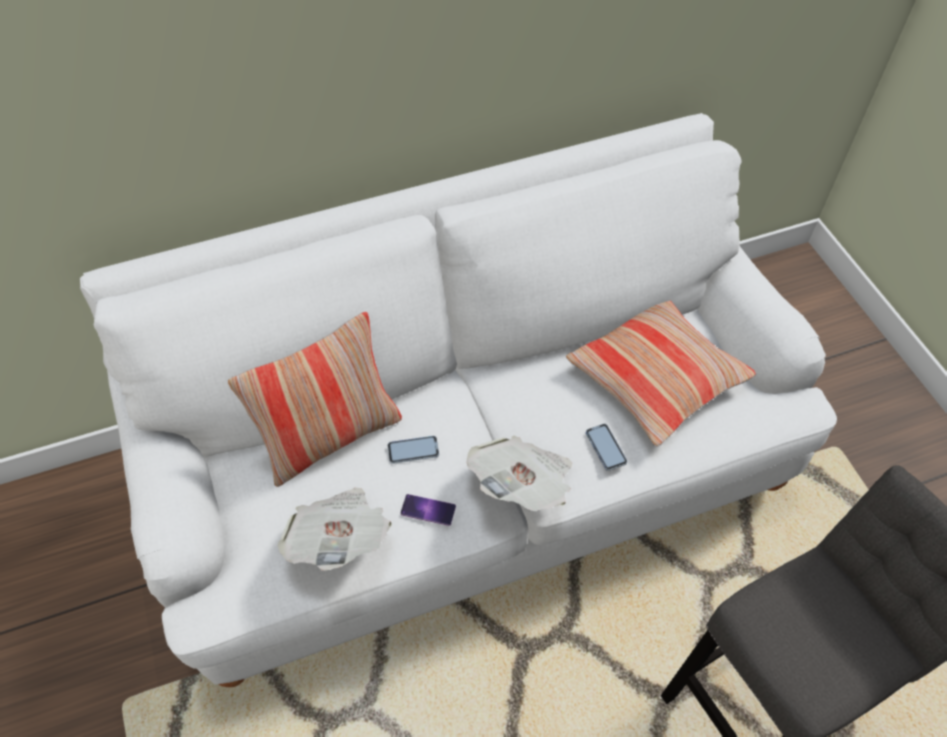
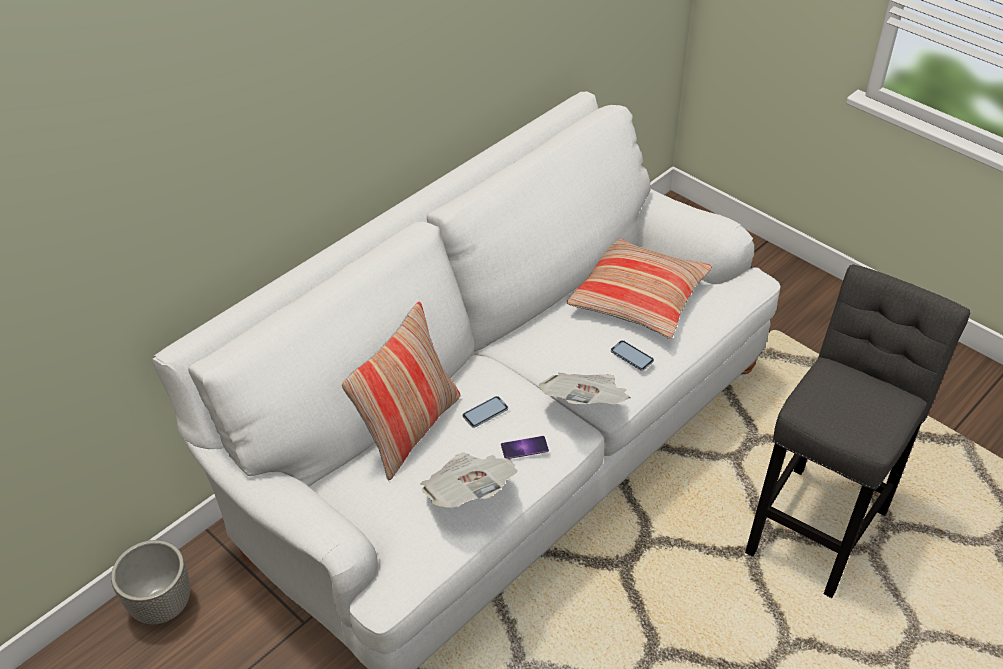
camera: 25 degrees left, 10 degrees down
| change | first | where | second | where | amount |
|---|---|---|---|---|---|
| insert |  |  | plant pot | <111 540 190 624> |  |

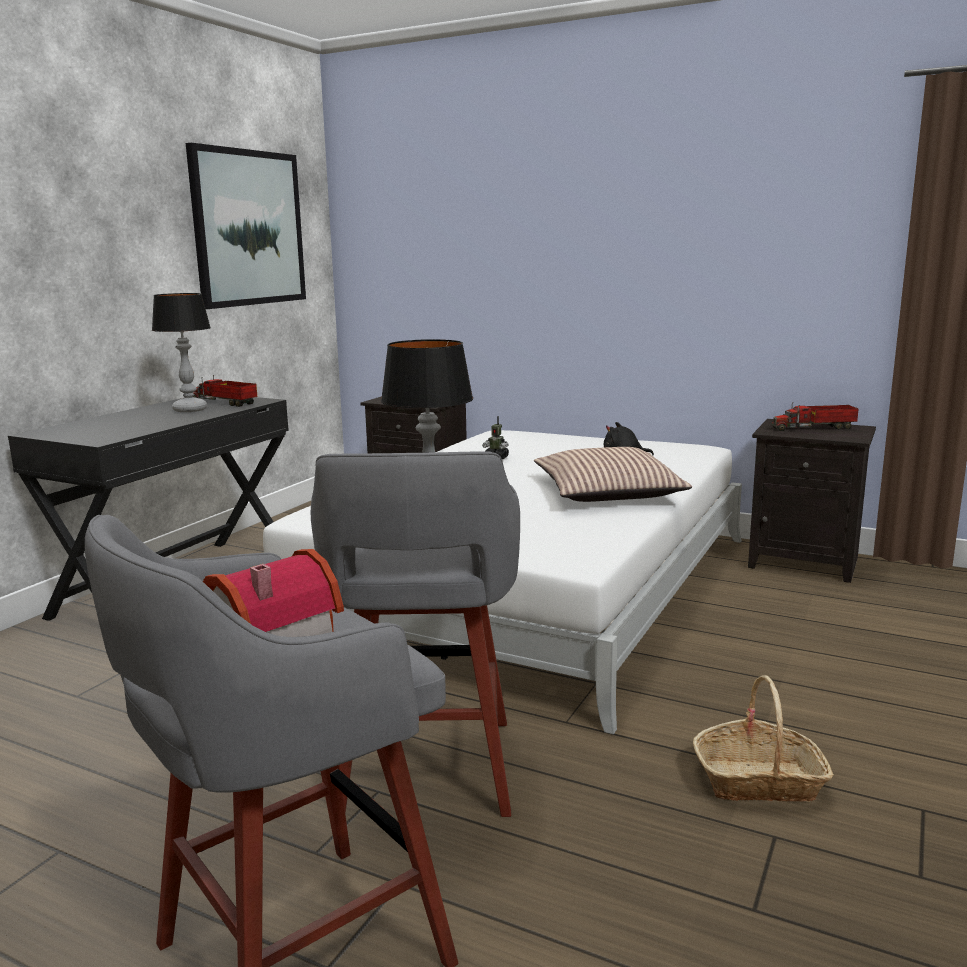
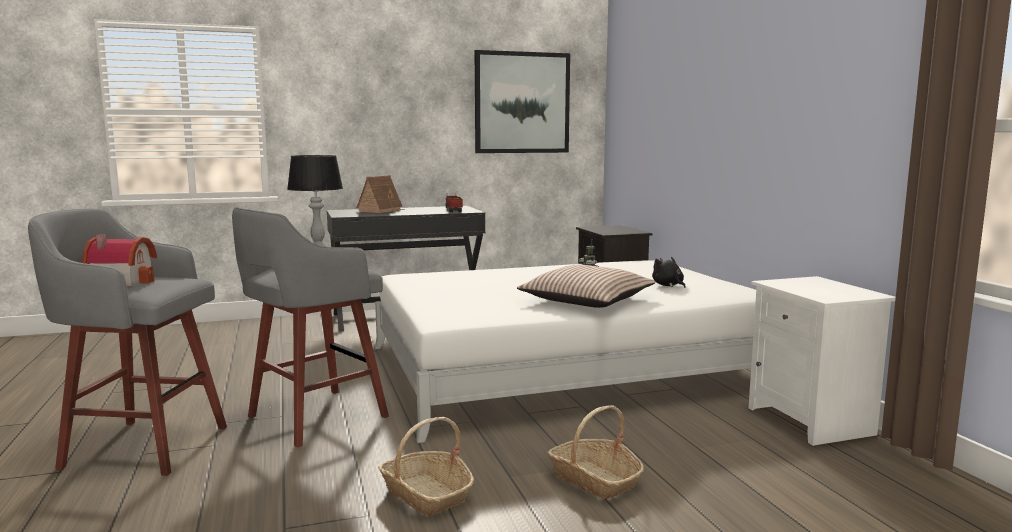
camera: 45 degrees right, 5 degrees down
| change | first | where | second | where | amount |
|---|---|---|---|---|---|
| delete | lamp for a table | <152 293 211 412> |  |  |  |
| recolor | bedside table/black-coloured | <748 419 876 583> | bedside table/white | <749 276 896 446> |  |
| delete | model truck | <771 403 859 431> |  |  |  |
| insert |  |  | miniature house | <357 175 405 213> |  |
| insert |  |  | household basket | <548 405 644 499> |  |

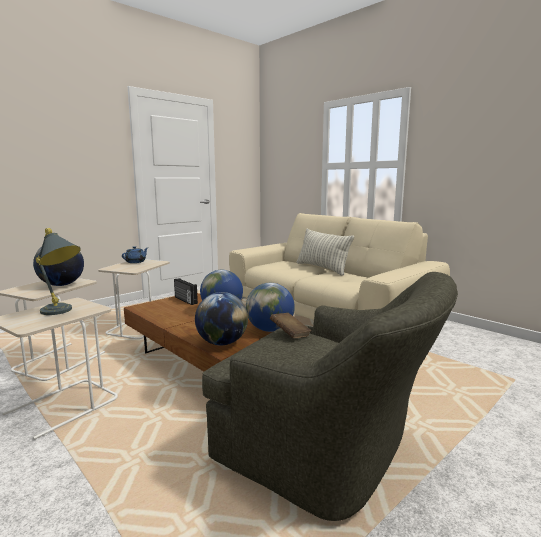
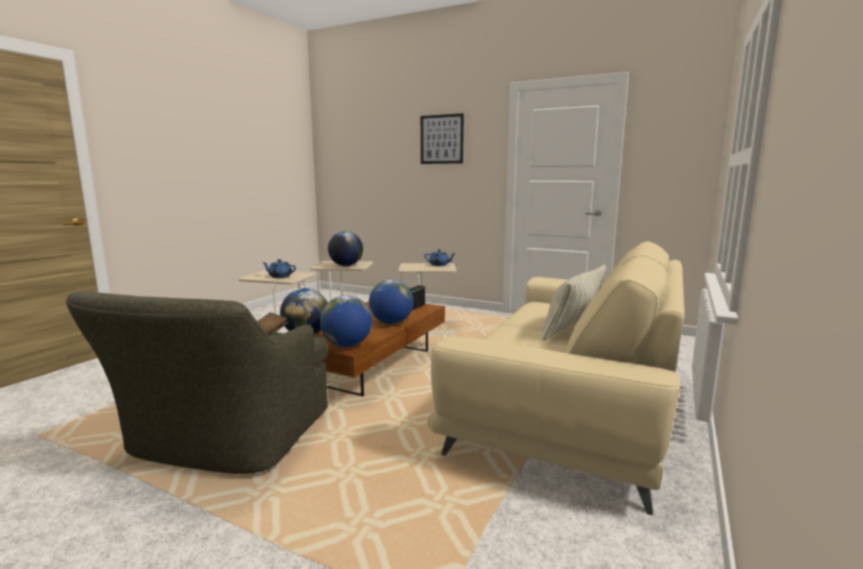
camera: 70 degrees right, 0 degrees up
| change | first | where | second | where | amount |
|---|---|---|---|---|---|
| replace | lamp for a table/grey | <36 228 81 315> | tea pot/blue | <262 259 296 278> |  |
| insert |  |  | wall picture | <421 113 464 164> |  |

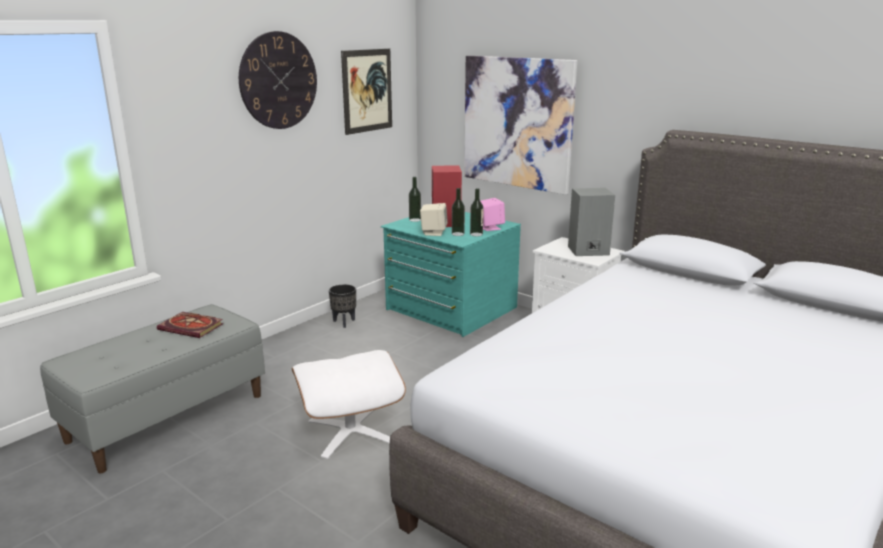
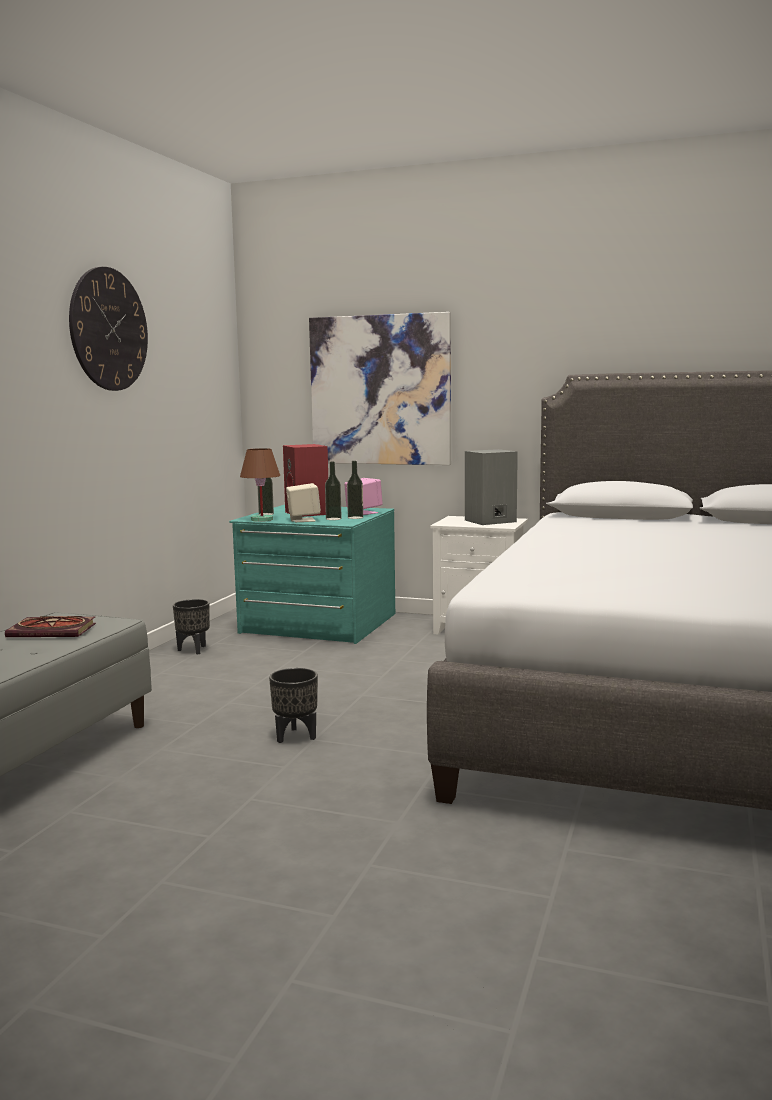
camera: 20 degrees left, 10 degrees down
| change | first | where | second | where | amount |
|---|---|---|---|---|---|
| replace | footrest/white | <292 350 406 459> | plant pot/black-coloured | <269 668 318 743> |  |
| delete | wall picture | <341 49 392 135> |  |  |  |
| insert |  |  | lamp for a table/brown-coloured | <240 448 280 522> |  |

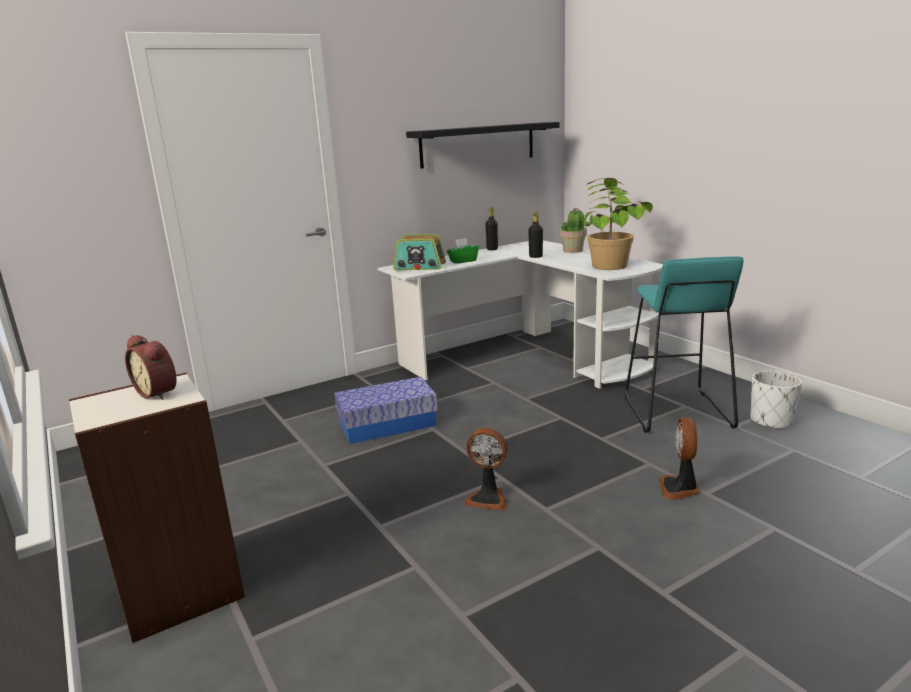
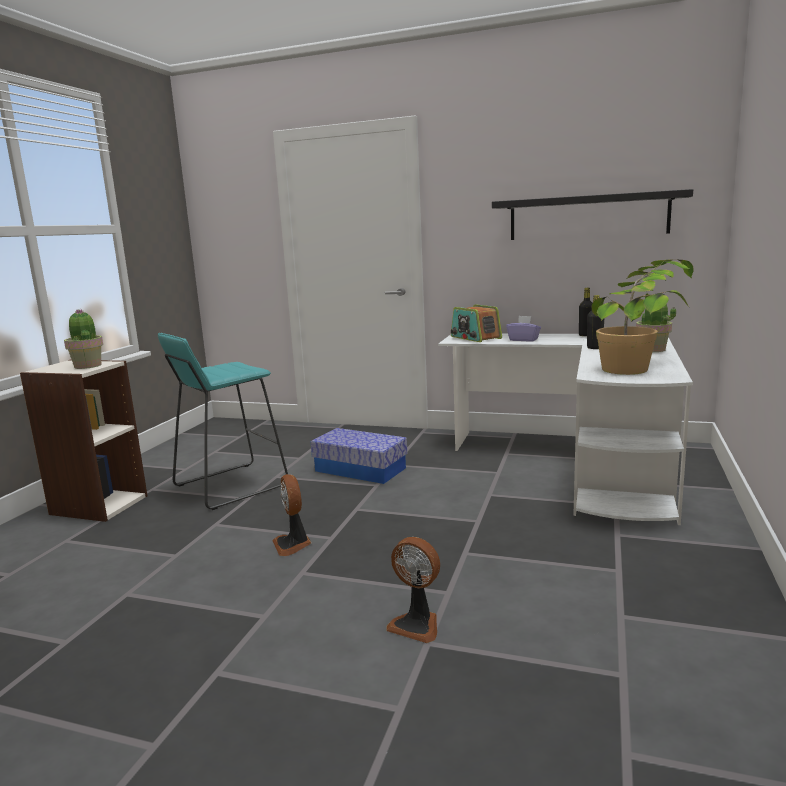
camera: 50 degrees right, 5 degrees down
| change | first | where | second | where | amount |
|---|---|---|---|---|---|
| replace | table clock | <125 335 176 400> | houseplant | <64 309 103 369> |  |
| recolor | tissue box/green | <447 238 479 264> | tissue box/purplish | <506 316 541 342> |  |
| move | sitting stool/blue-green | <625 256 743 433> |  | <158 333 288 510> |  |
| rotate | electric fan | <659 417 700 500> |  | <386 537 440 643> | 120 degrees counterclockwise |
| delete | plant pot/white | <751 370 802 430> |  |  |  |

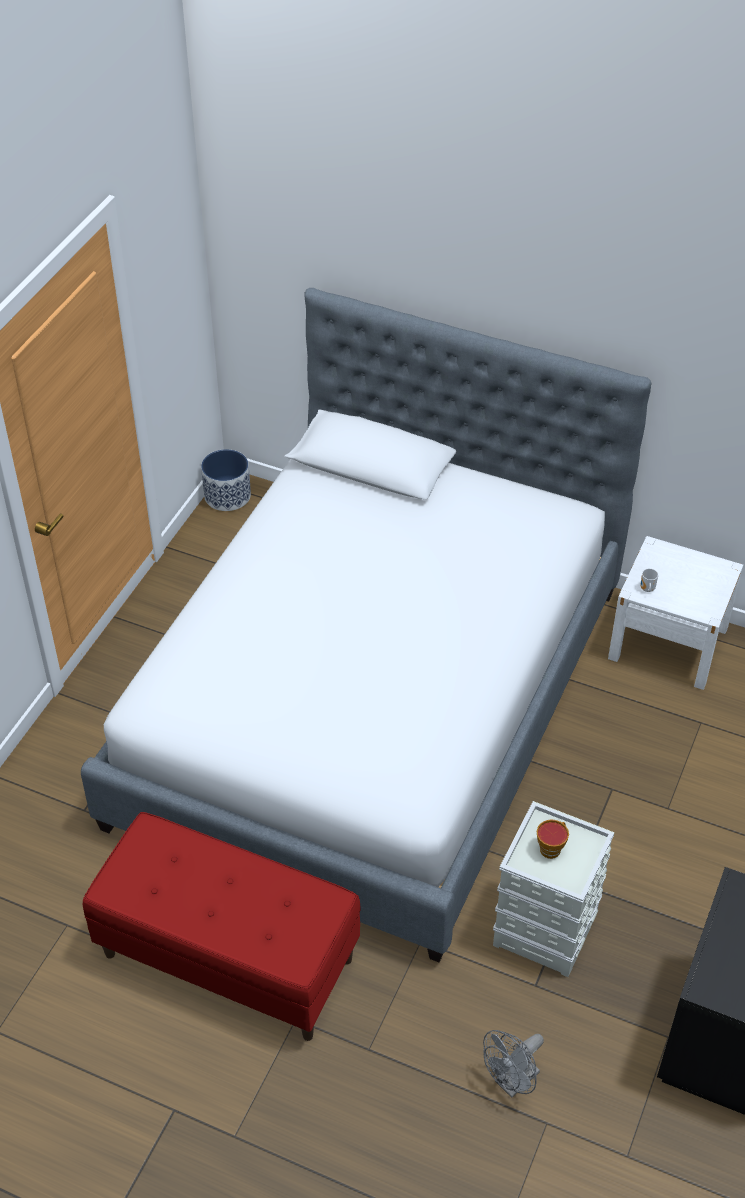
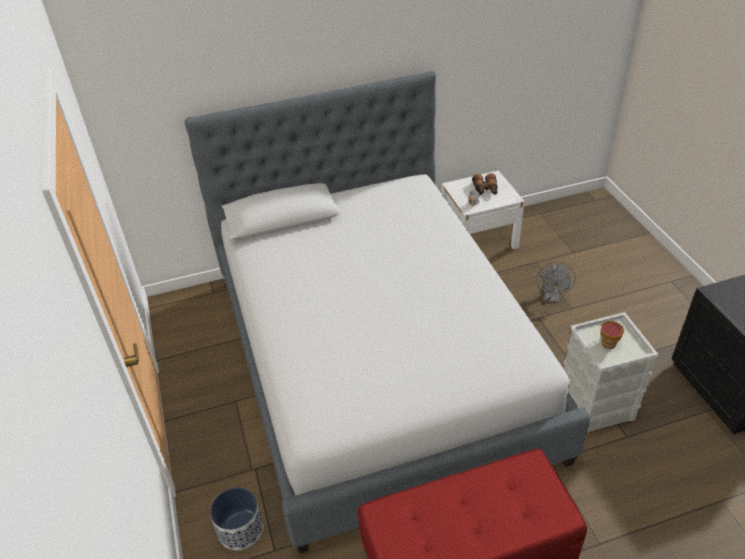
camera: 40 degrees left, 5 degrees down
| change | first | where | second | where | amount |
|---|---|---|---|---|---|
| move | plant pot | <201 449 251 511> |  | <210 487 263 550> |  |
| move | electric fan/grey | <483 1030 544 1098> |  | <536 262 576 303> |  |
| insert |  |  | field glasses | <472 173 498 195> |  |

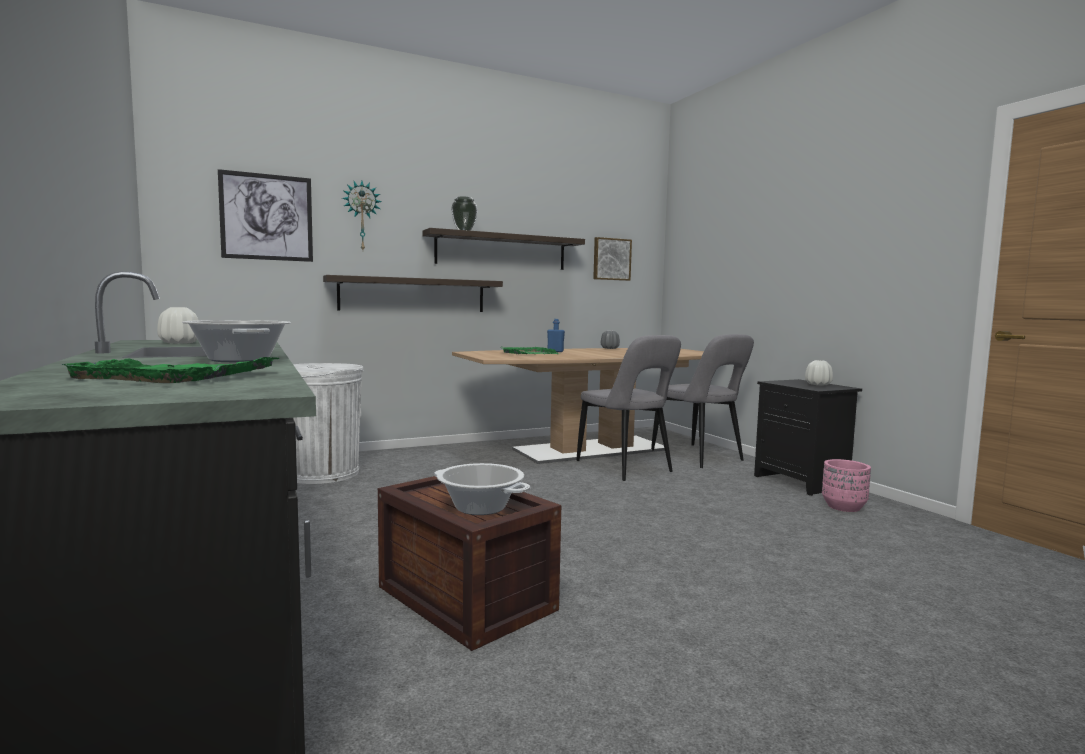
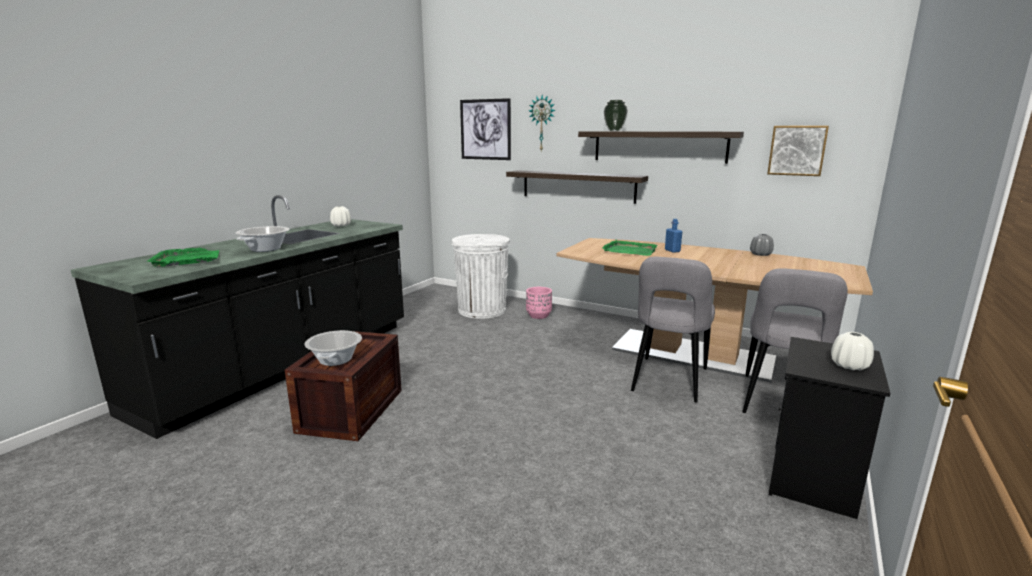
camera: 55 degrees right, 10 degrees up
| change | first | where | second | where | amount |
|---|---|---|---|---|---|
| move | plant pot/pink-coloured | <822 459 871 512> |  | <526 287 552 319> |  |

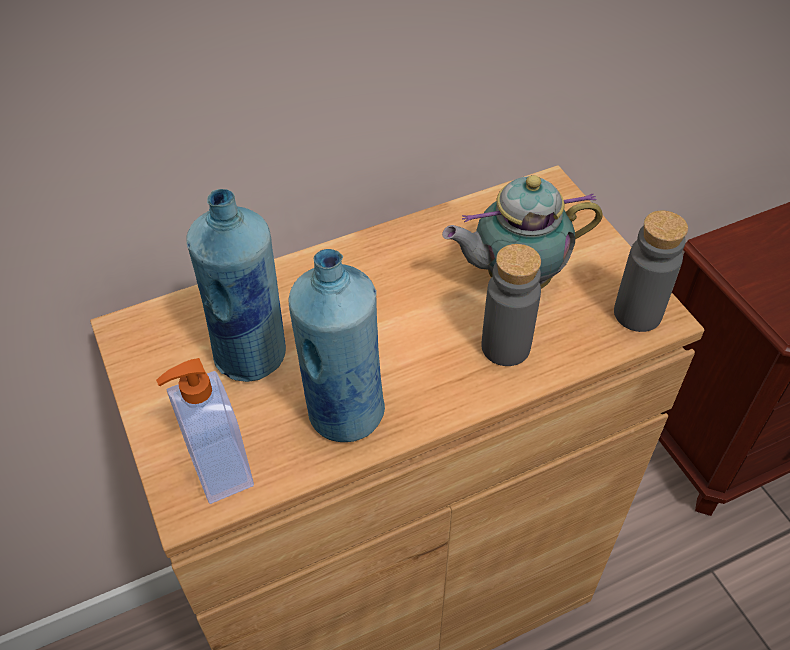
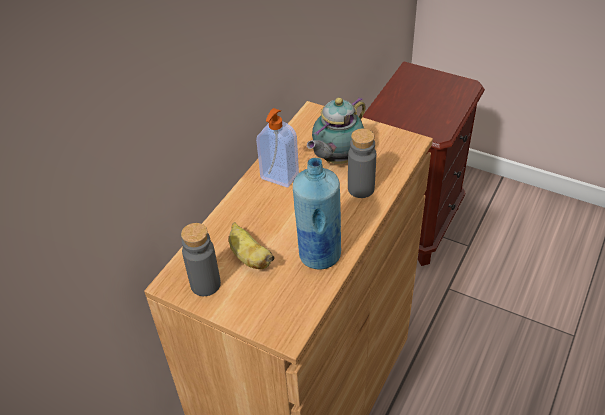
camera: 35 degrees left, 5 degrees down
| change | first | where | second | where | amount |
|---|---|---|---|---|---|
| move | soap bottle | <156 358 254 504> |  | <256 108 299 187> |  |
| replace | bottle/blue | <186 189 286 382> | whole banana | <229 222 275 269> |  |
| move | bottle/grey | <614 210 688 332> |  | <181 223 221 296> |  |

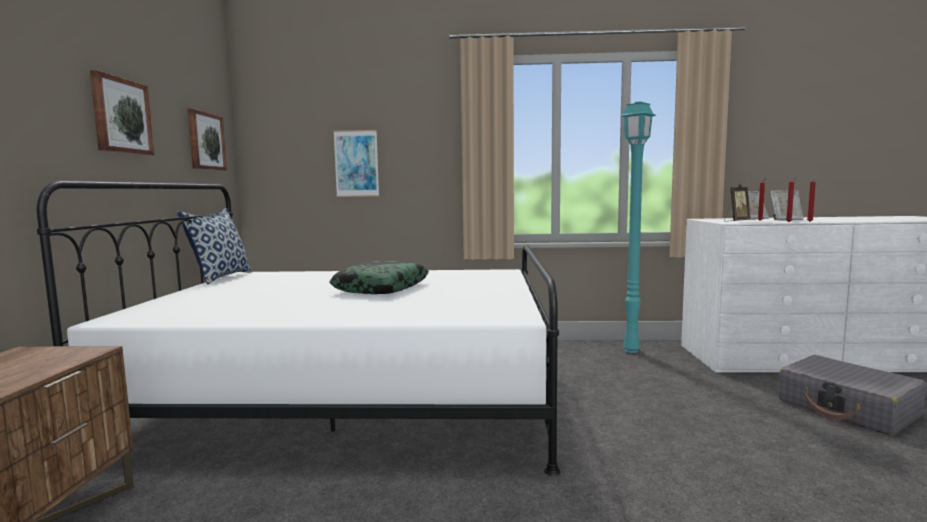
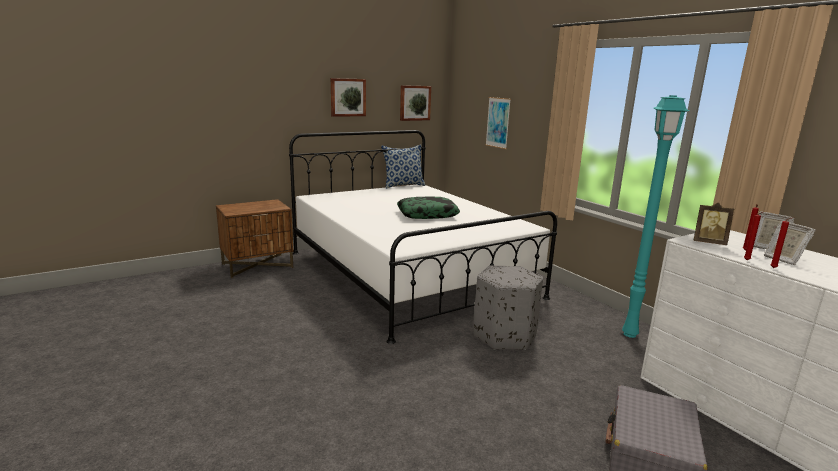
camera: 55 degrees right, 10 degrees up
| change | first | where | second | where | amount |
|---|---|---|---|---|---|
| insert |  |  | footrest/grey | <473 266 543 350> |  |

